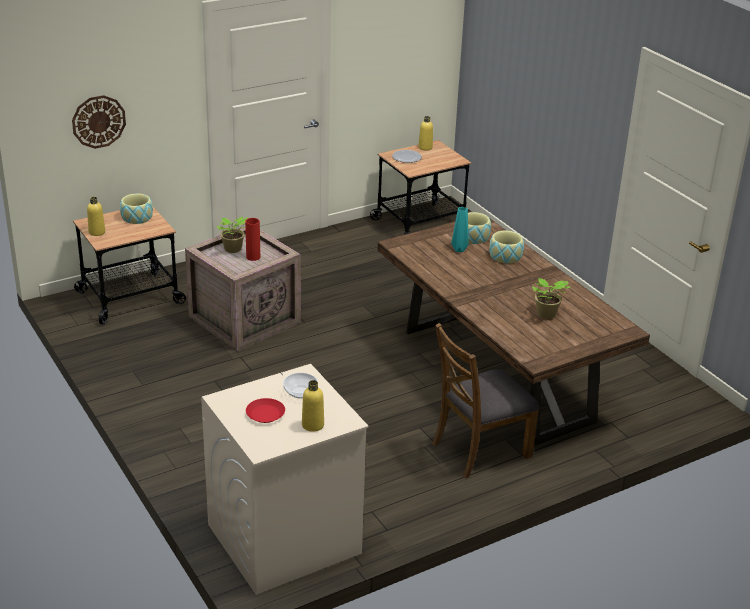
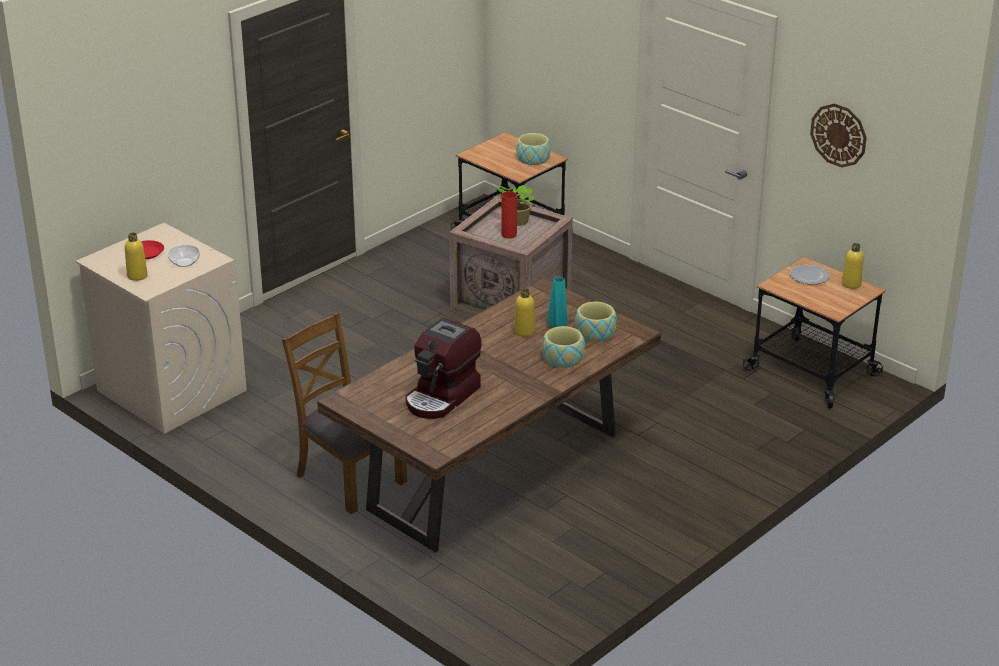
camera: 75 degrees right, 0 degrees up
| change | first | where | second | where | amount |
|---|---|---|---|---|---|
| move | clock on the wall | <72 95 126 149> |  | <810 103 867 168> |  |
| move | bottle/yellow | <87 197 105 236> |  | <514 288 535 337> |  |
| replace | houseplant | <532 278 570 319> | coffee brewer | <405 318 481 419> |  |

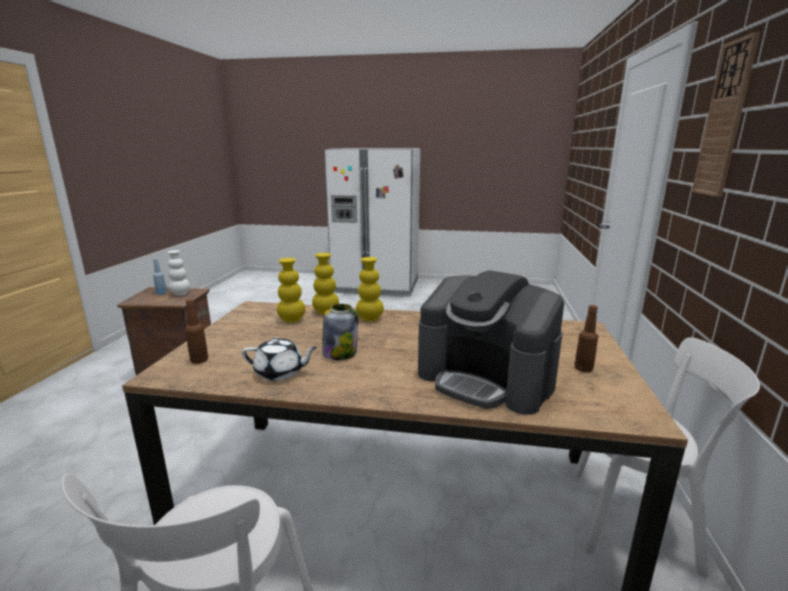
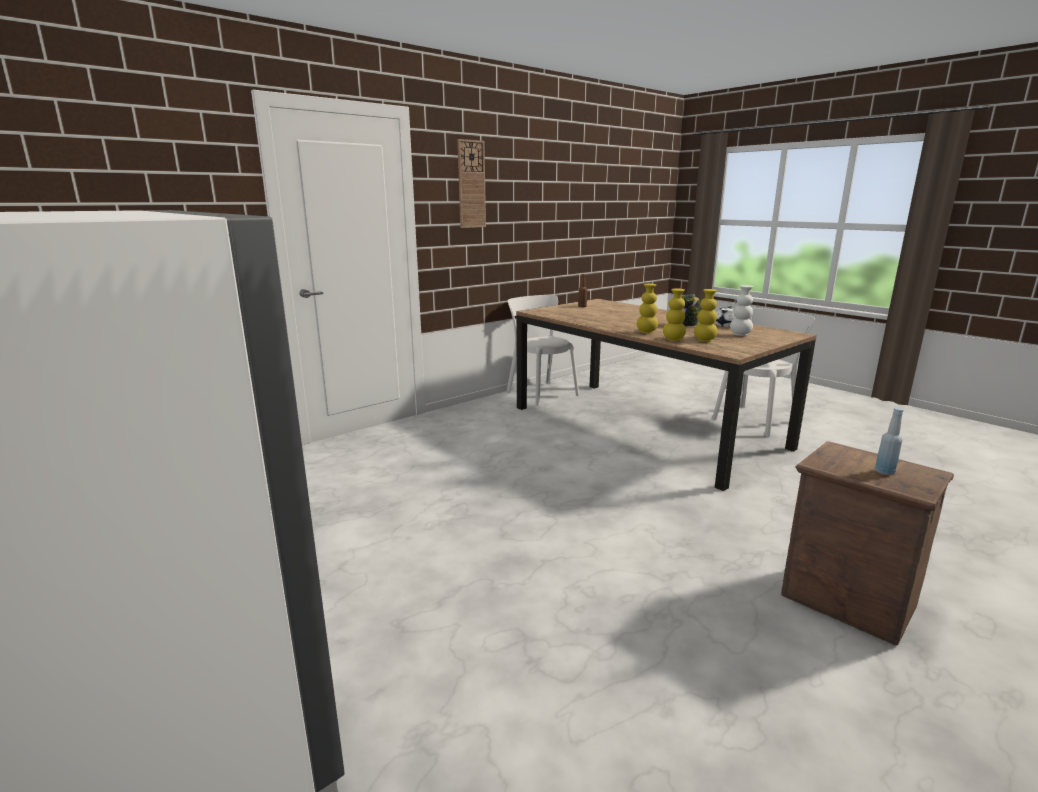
camera: 140 degrees left, 0 degrees up
| change | first | where | second | where | amount |
|---|---|---|---|---|---|
| move | decorative vase/white | <167 250 190 296> |  | <730 285 753 336> |  |
| delete | bottle/brown-coloured | <185 299 208 364> |  |  |  |
| delete | coffee brewer | <418 270 564 415> |  |  |  |

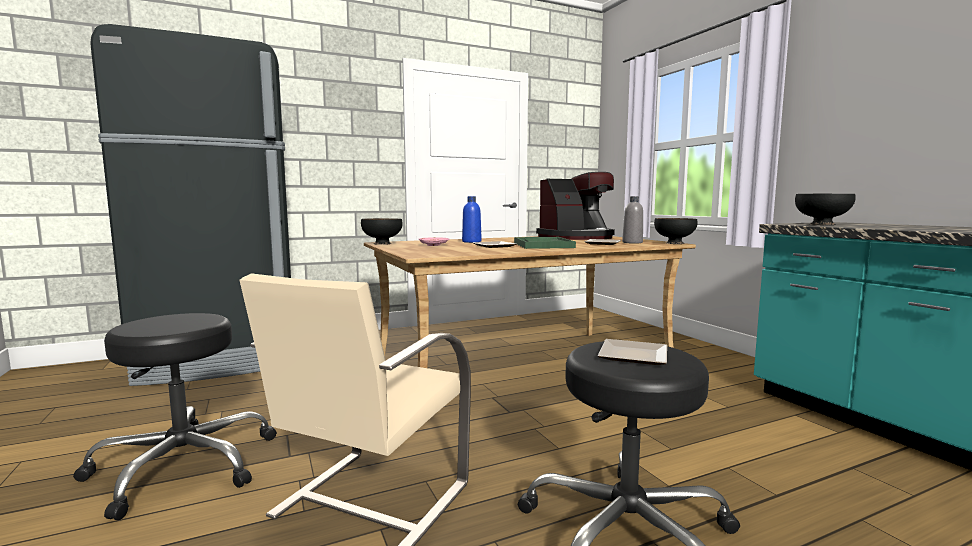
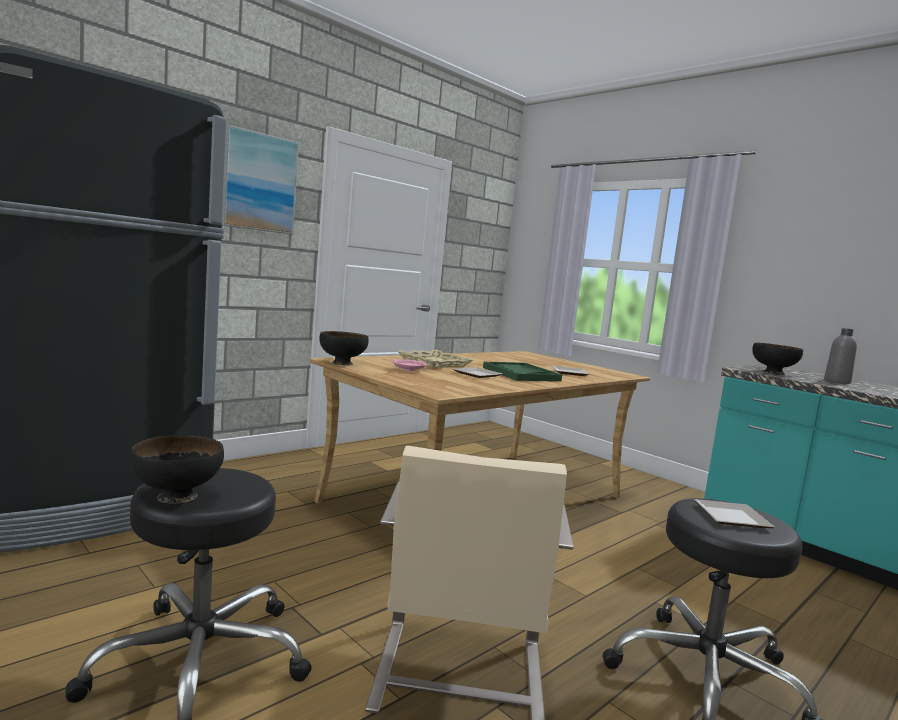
camera: 20 degrees left, 0 degrees up
| change | first | where | second | where | amount |
|---|---|---|---|---|---|
| replace | bottle/blue | <462 196 482 243> | carrying tray/beige | <397 350 473 368> |  |
| delete | coffee brewer | <536 172 615 240> |  |  |  |
| move | bottle/grey | <622 196 643 244> |  | <824 328 857 384> |  |
| move | deep dish/black-coloured | <654 218 698 244> |  | <130 435 224 504> |  |
| insert |  |  | wall picture | <222 125 299 234> |  |

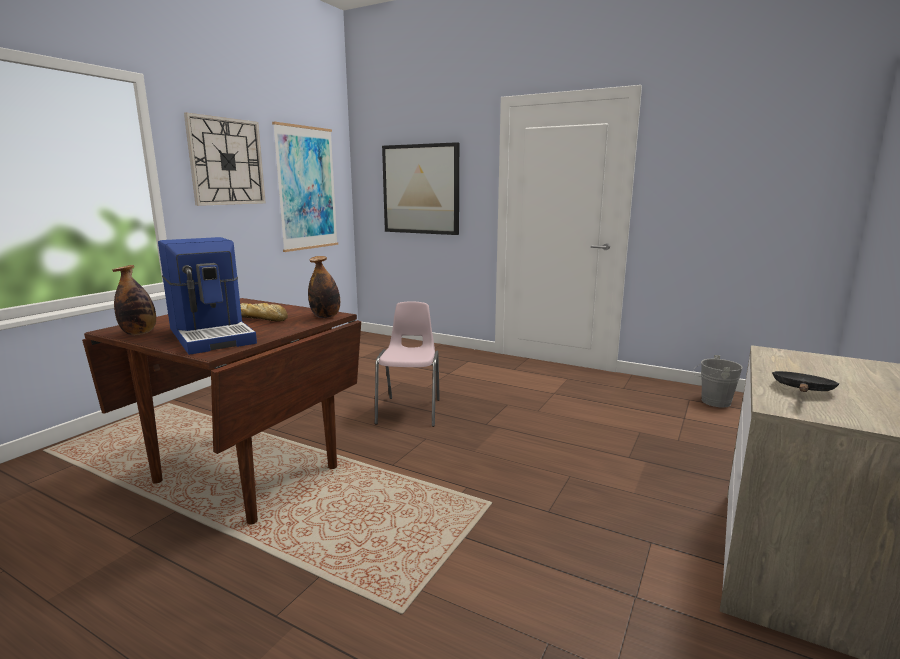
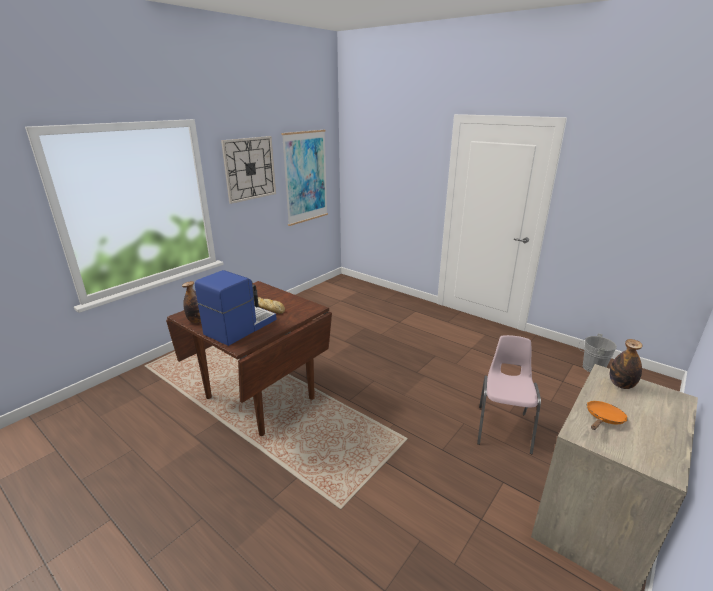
camera: 10 degrees right, 10 degrees up
| change | first | where | second | where | amount |
|---|---|---|---|---|---|
| rotate | coffee brewer | <158 237 257 355> |  | <195 270 277 346> | 120 degrees counterclockwise |
| move | bottle | <308 256 340 318> |  | <610 339 642 389> |  |
| move | chair/pink-coloured | <375 302 440 427> |  | <477 335 541 454> |  |
| delete | wall picture | <382 142 459 235> |  |  |  |
| recolor | frying pan/black-coloured | <772 371 840 392> | frying pan/orange | <587 401 628 430> |  |

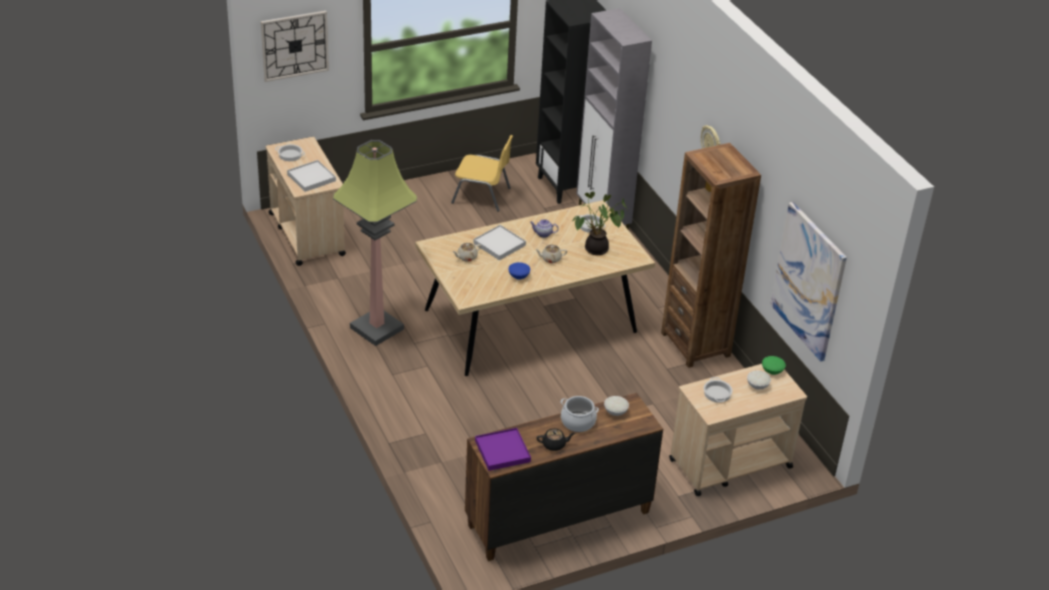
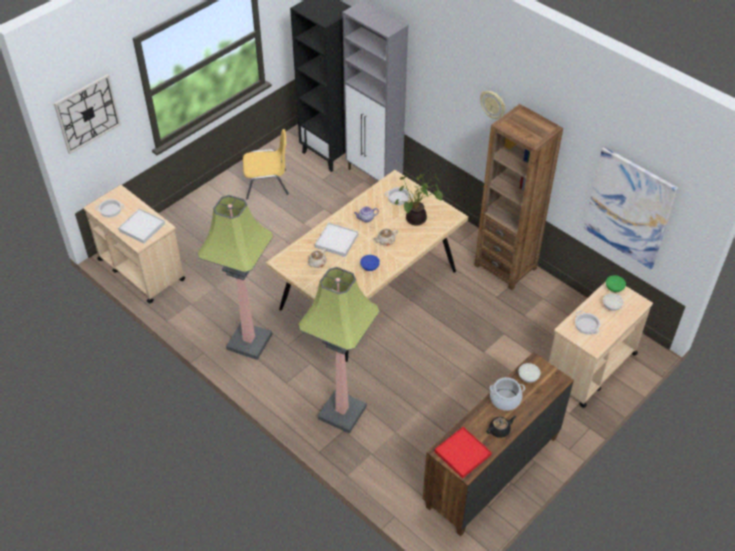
camera: 20 degrees left, 10 degrees up
| change | first | where | second | where | amount |
|---|---|---|---|---|---|
| recolor | carrying tray/purplish | <475 428 531 471> | carrying tray/red | <434 427 492 479> |  |
| insert |  |  | standing lamp | <298 267 380 434> |  |

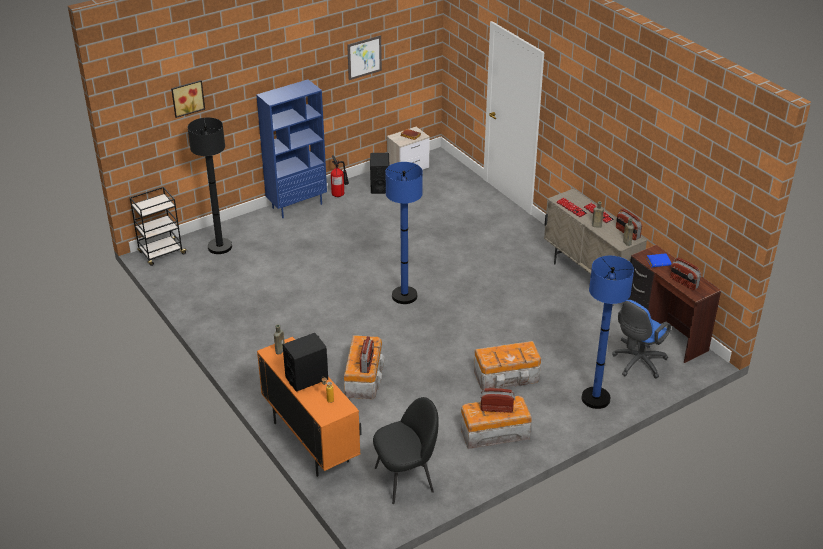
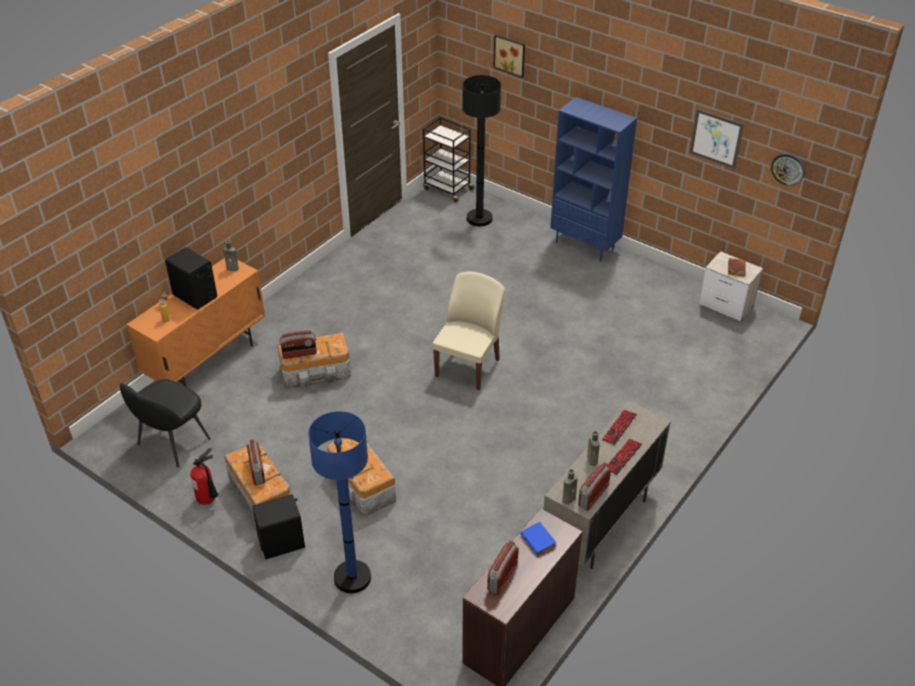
camera: 70 degrees right, 5 degrees up
| change | first | where | second | where | amount |
|---|---|---|---|---|---|
| move | fire extinguisher | <331 155 349 197> |  | <190 448 218 505> |  |
| move | audio speaker/black-coloured | <370 153 389 194> |  | <252 494 305 560> |  |
| rotate | chair/black-coloured | <373 397 439 504> |  | <120 379 211 468> | 75 degrees clockwise |
| replace | standing lamp/blue | <385 162 423 304> | chair/beige | <433 272 505 390> |  |
| delete | computer chair/blue | <612 300 671 378> |  |  |  |
| insert |  |  | clock on the wall | <771 153 805 186> |  |

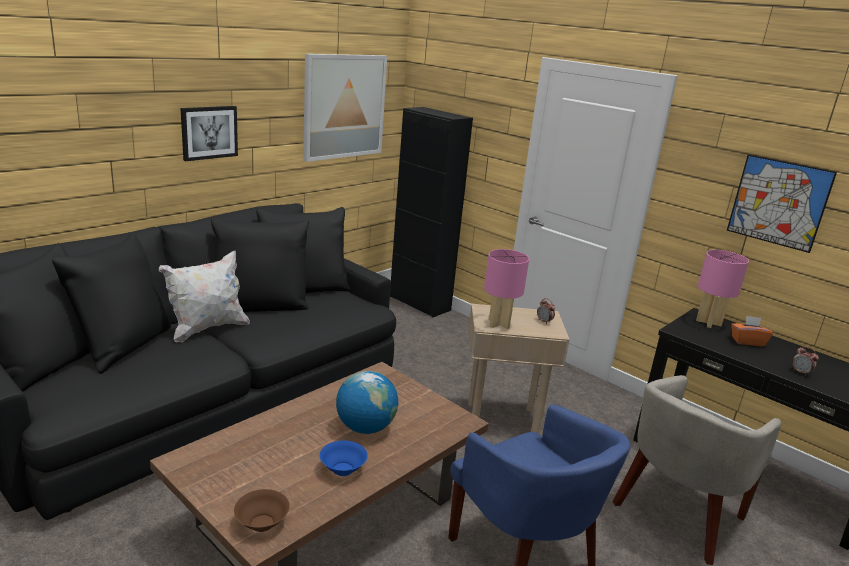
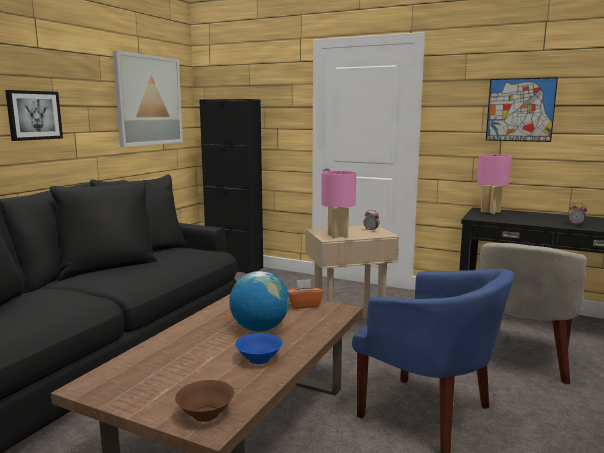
camera: 15 degrees left, 10 degrees down
| change | first | where | second | where | amount |
|---|---|---|---|---|---|
| delete | cushion/white | <159 251 250 342> |  |  |  |
| move | tissue box/orange | <731 316 773 346> |  | <287 279 323 309> |  |

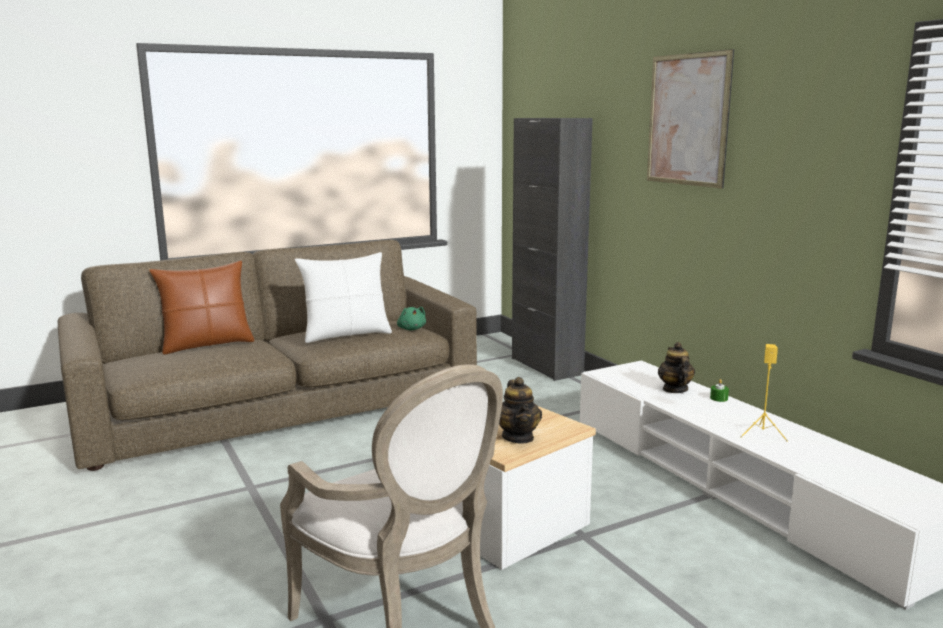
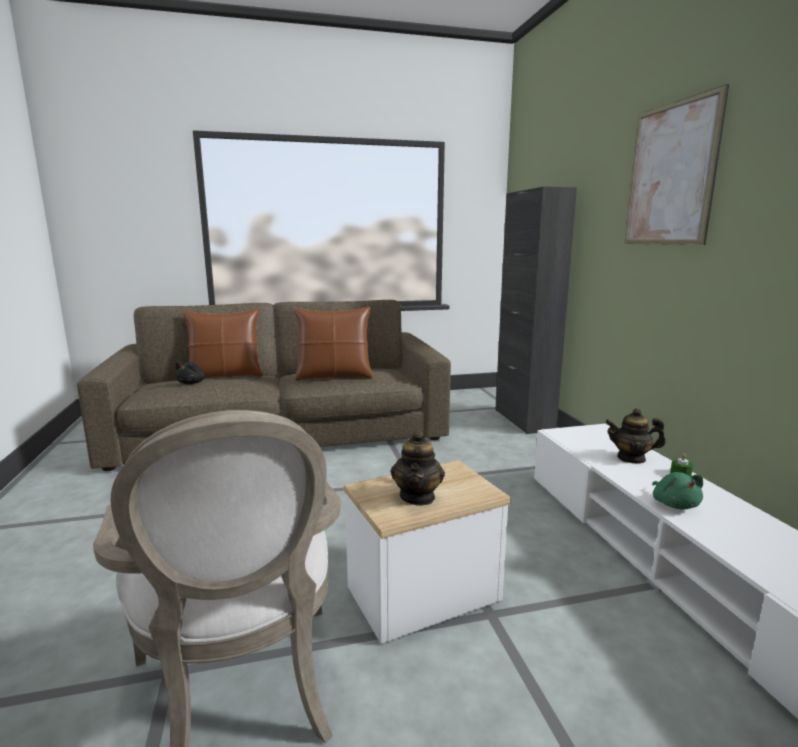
camera: 15 degrees right, 0 degrees up
| change | first | where | second | where | amount |
|---|---|---|---|---|---|
| recolor | cushion/white | <295 252 392 343> | cushion/brown-coloured | <293 306 373 381> |  |
| move | cuddly toy/green | <397 307 426 330> |  | <652 472 703 509> |  |
| rotate | tea pot | <658 342 695 393> |  | <605 408 666 464> | 90 degrees counterclockwise |
| delete | audio speaker/yellow | <741 344 788 442> |  |  |  |
| insert |  |  | cuddly toy/black-coloured | <176 361 206 384> |  |

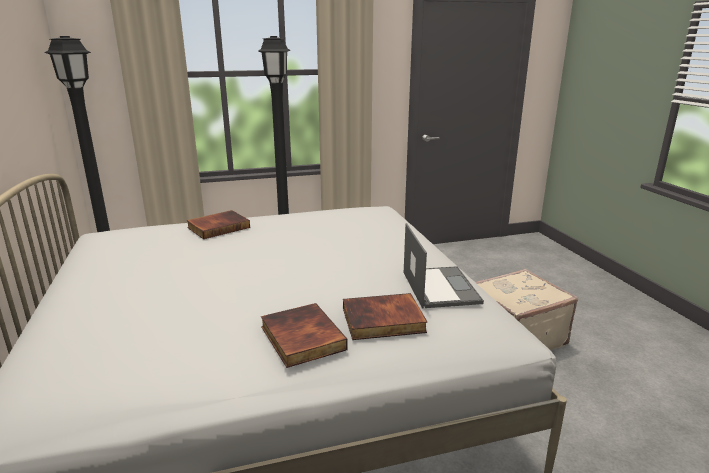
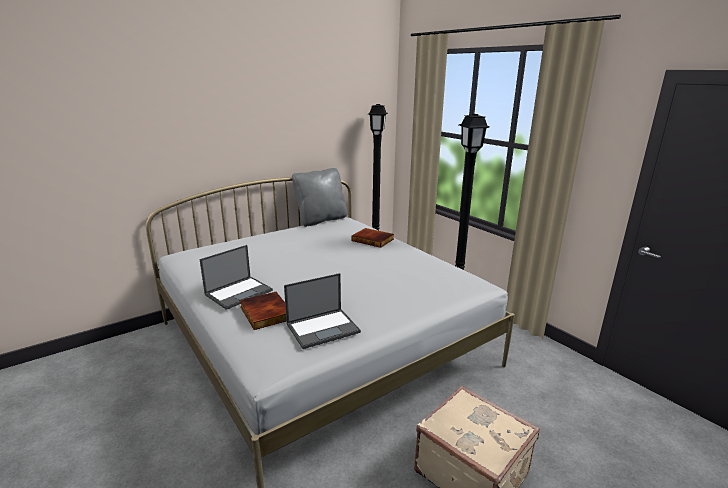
camera: 70 degrees right, 0 degrees up
| change | first | where | second | where | amount |
|---|---|---|---|---|---|
| replace | book | <261 303 348 368> | laptop | <199 245 273 310> |  |
| insert |  |  | cushion/grey | <292 168 347 227> |  |

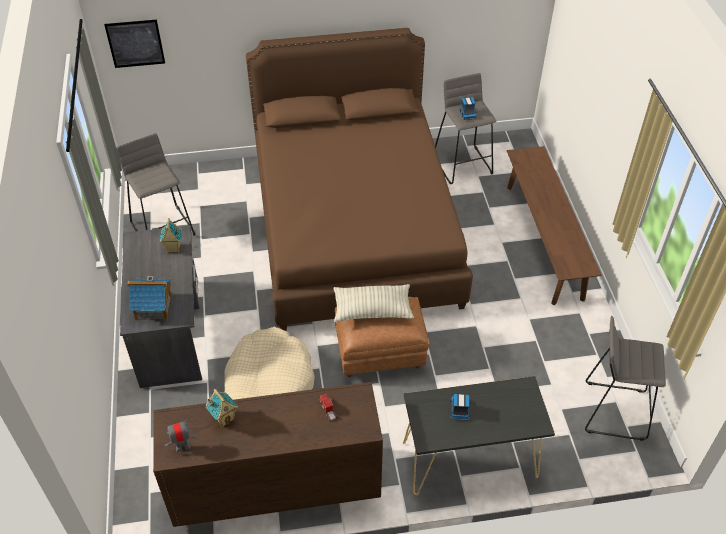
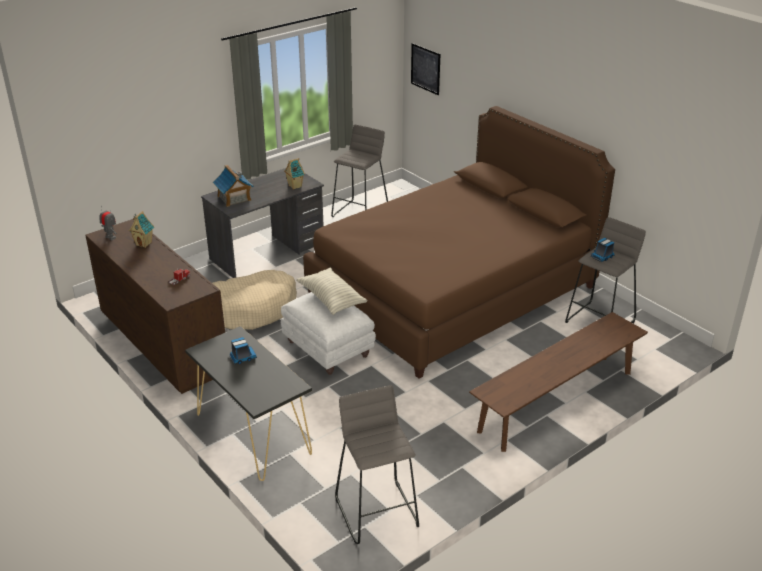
camera: 60 degrees right, 15 degrees down
| change | first | where | second | where | amount |
|---|---|---|---|---|---|
| recolor | footrest/brown-coloured | <335 297 429 377> | footrest/white | <281 292 376 375> |  |

